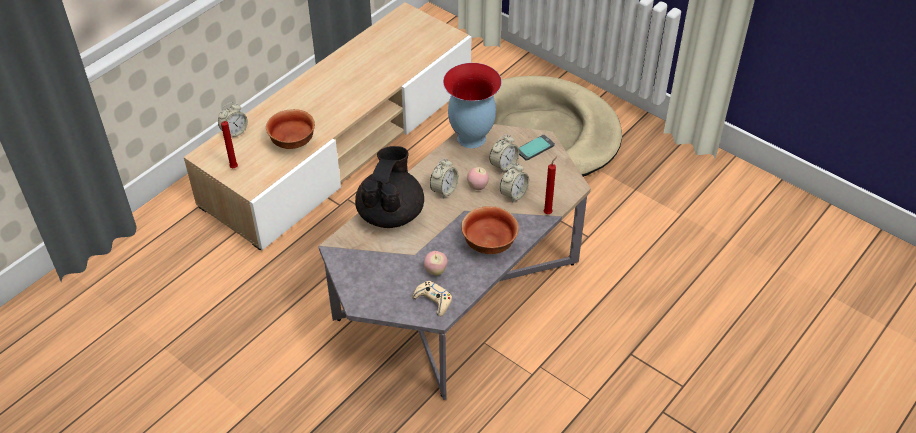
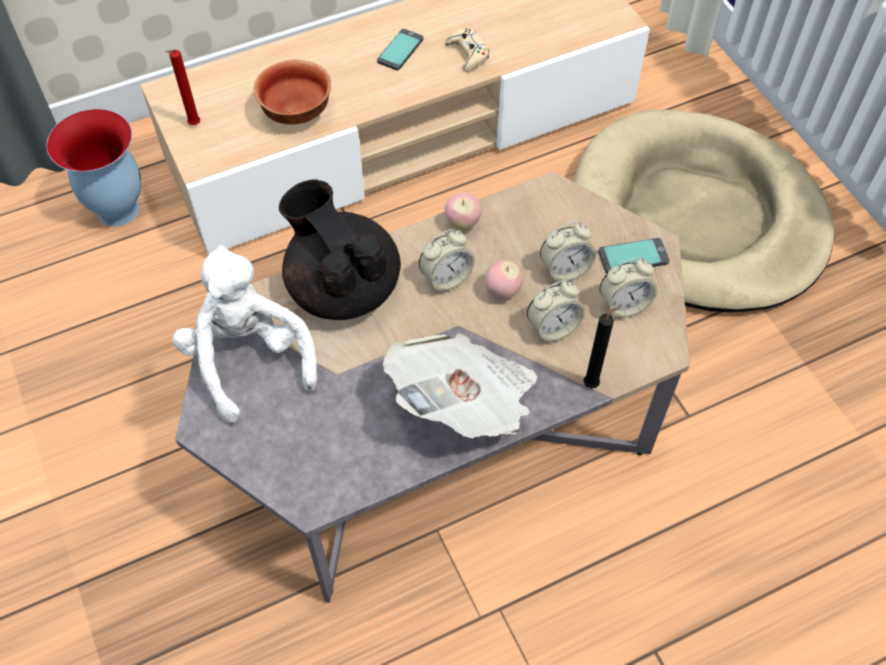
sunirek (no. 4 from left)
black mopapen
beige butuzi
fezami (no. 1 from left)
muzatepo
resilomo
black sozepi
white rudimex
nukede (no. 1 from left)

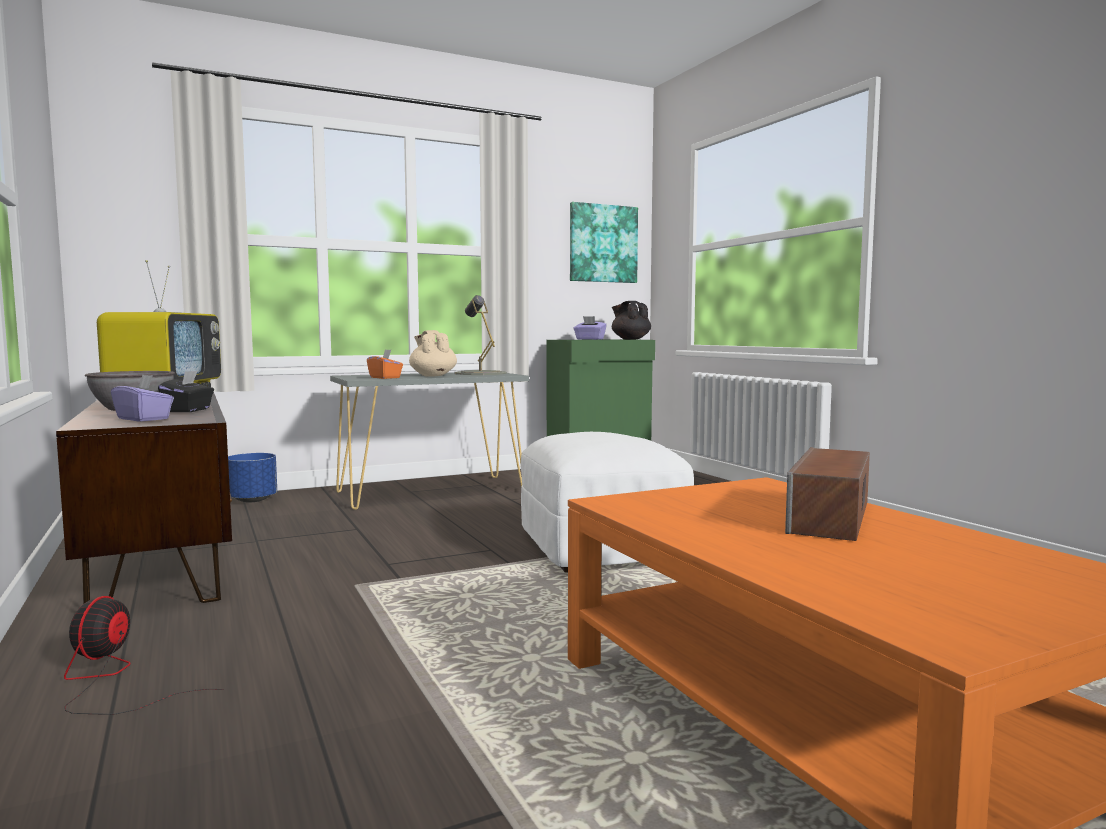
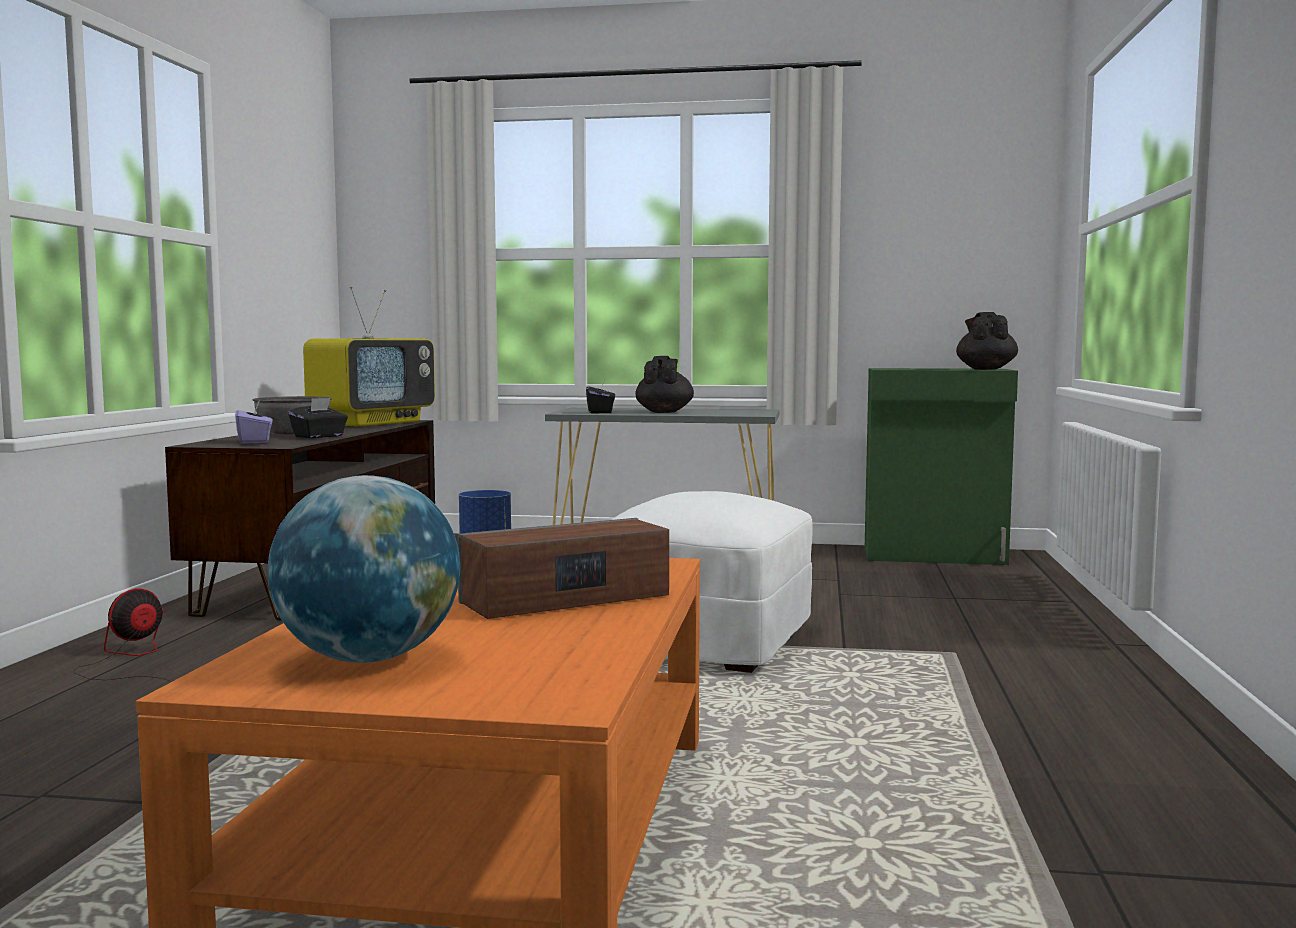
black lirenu (no. 2 from left)
black mopapen (no. 1 from left)
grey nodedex
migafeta
purple lirenu (no. 2 from left in the first image)
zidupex

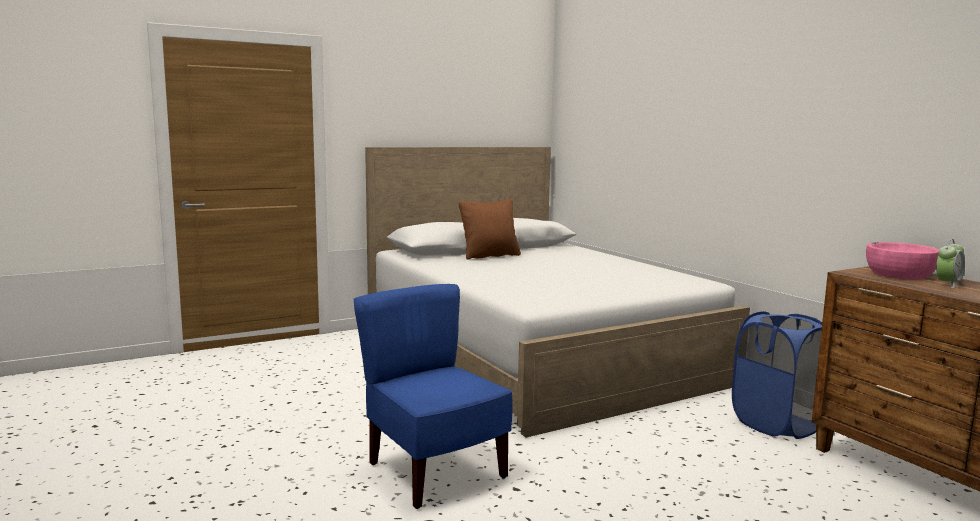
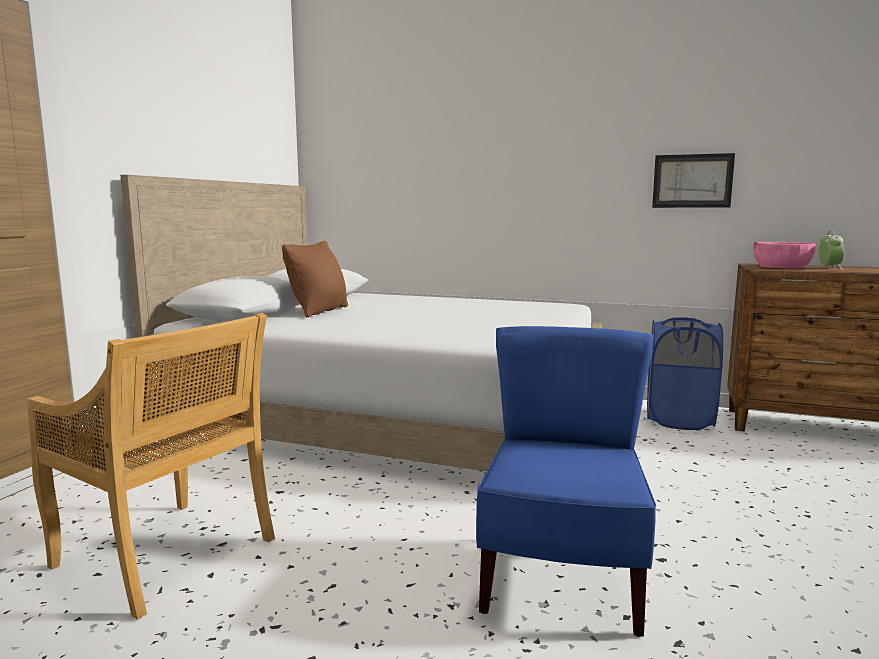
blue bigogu
beige bigogu
migafeta

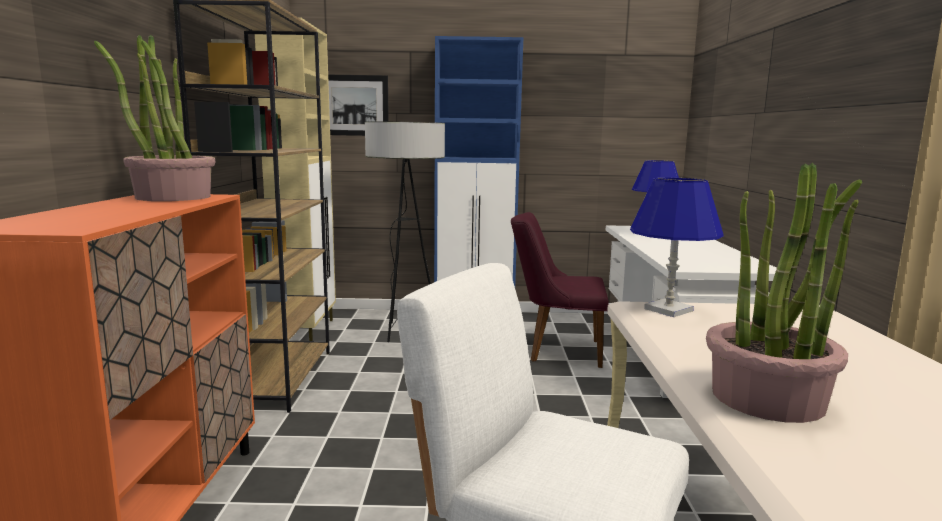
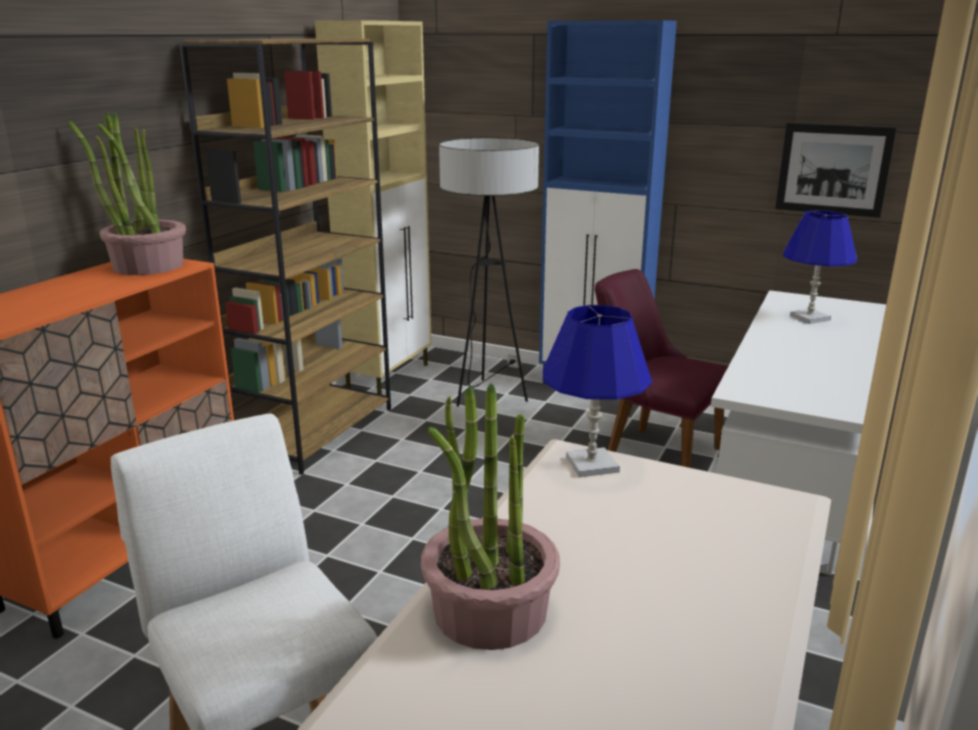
migafeta

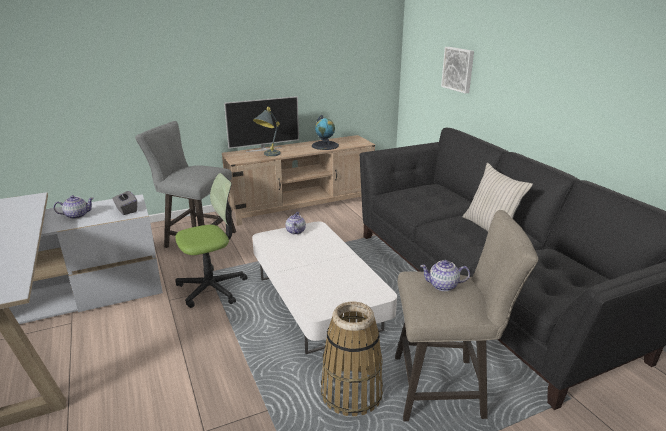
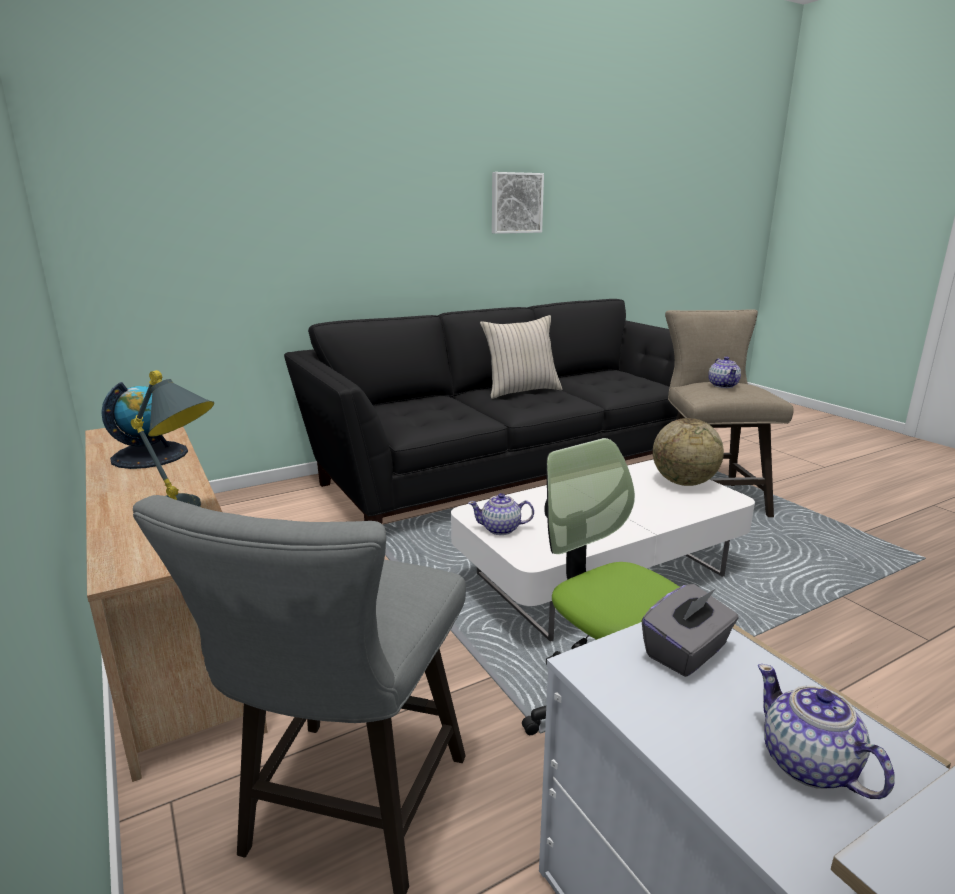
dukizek
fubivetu
migafeta
zidupex (no. 2 from left)

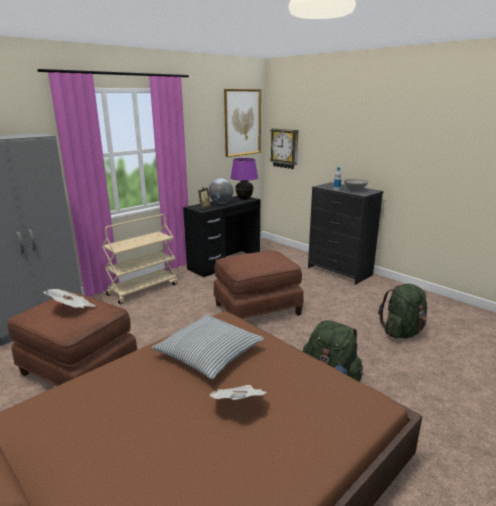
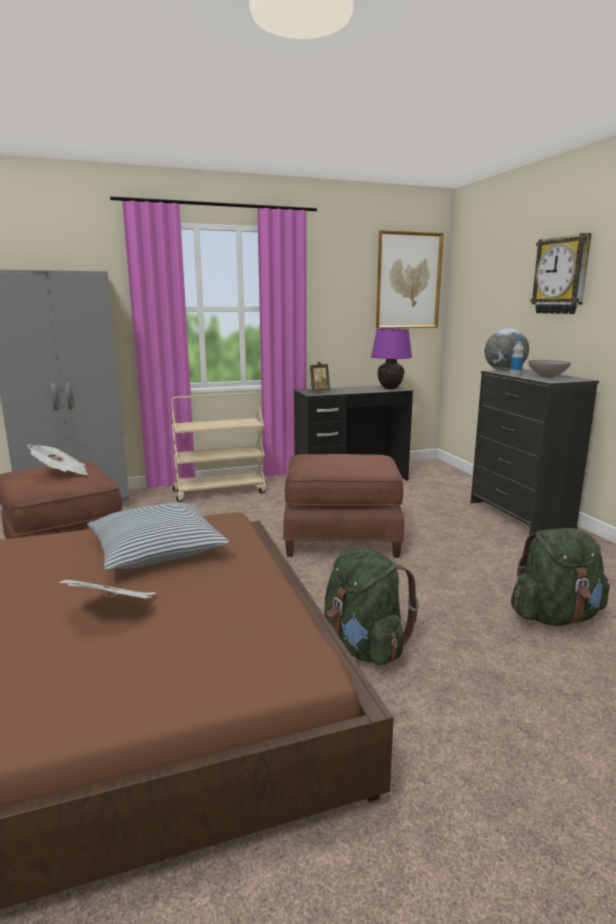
zidupex
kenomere

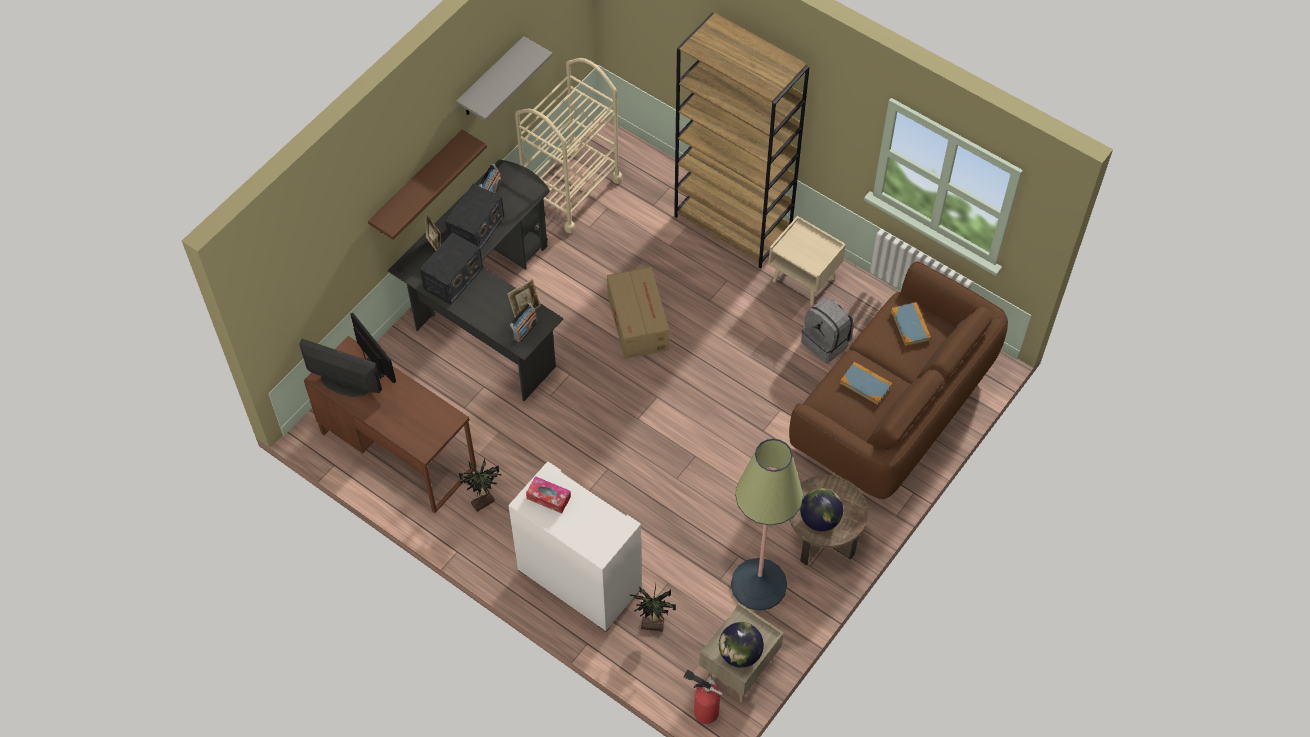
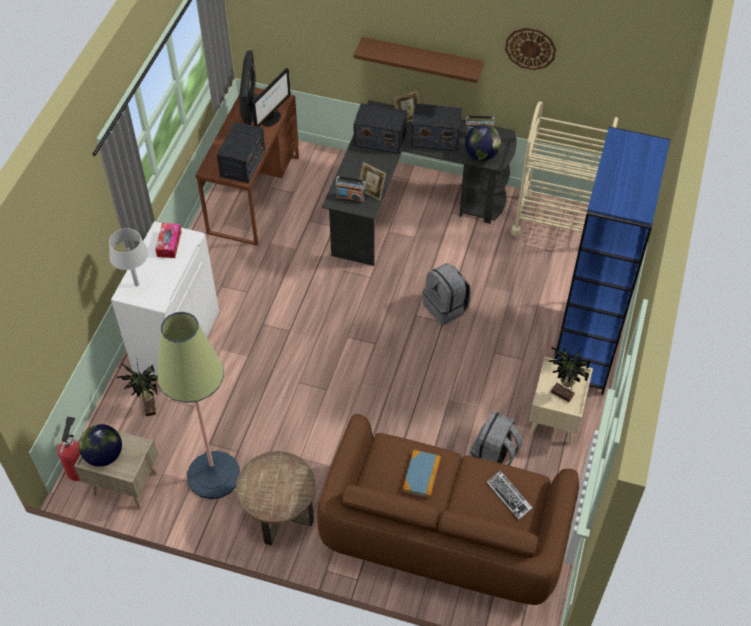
kenomere
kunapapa (no. 2 from left)
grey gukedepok (no. 1 from left)
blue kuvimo
zidupex (no. 2 from left)
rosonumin
grey nodedex
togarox (no. 1 from left)

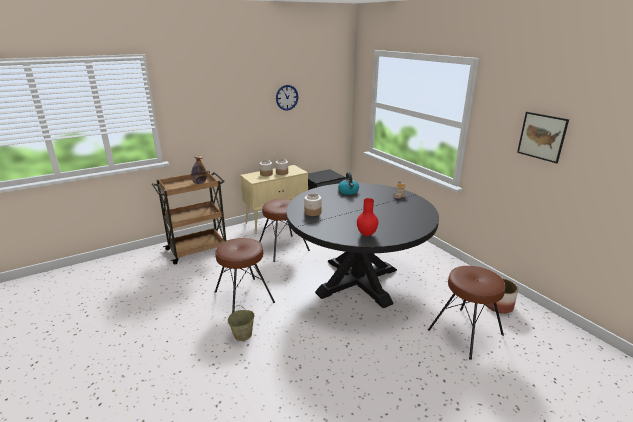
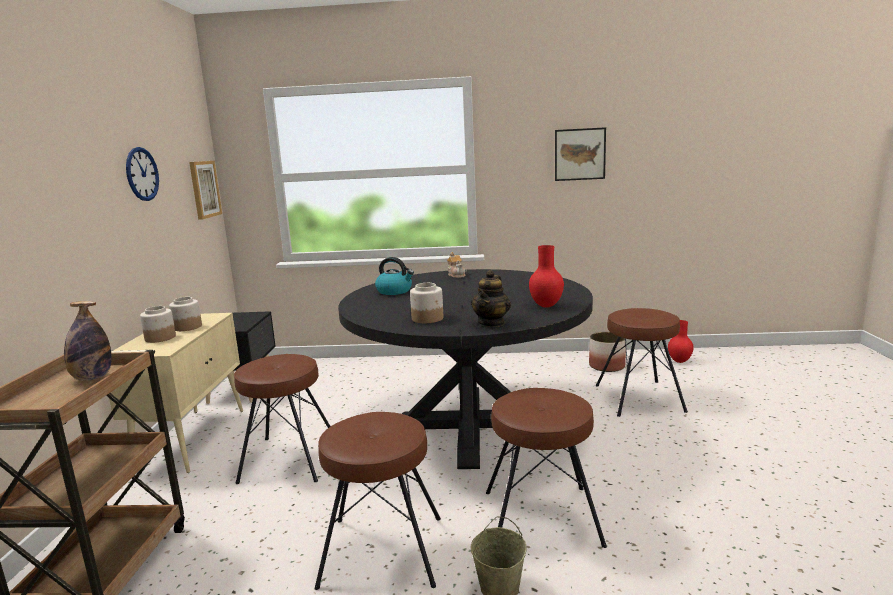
migafeta (no. 1 from left)
mopapen (no. 2 from left)
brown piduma (no. 3 from left)
red muzatepo (no. 2 from left)

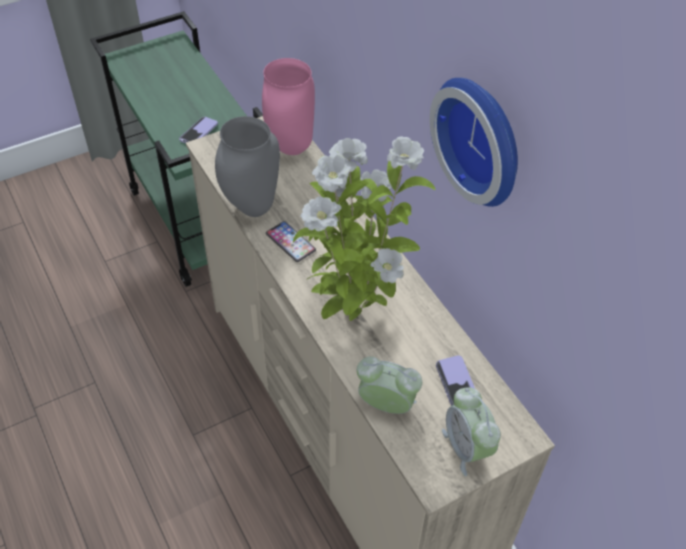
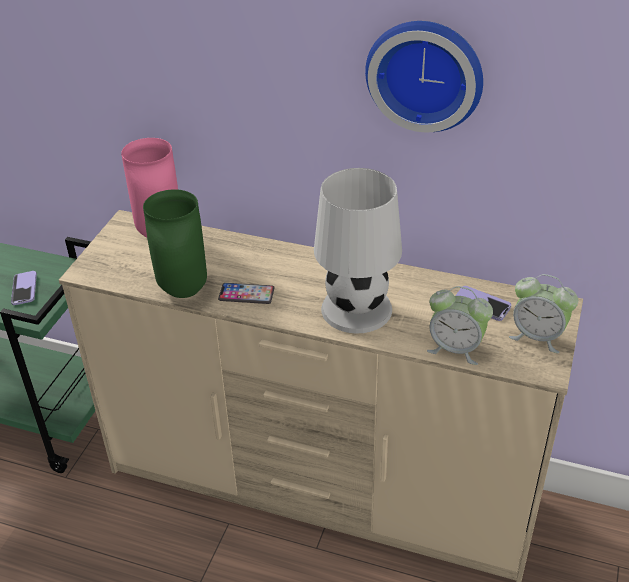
green muzatepo
white nodedex
sunirek (no. 1 from left)

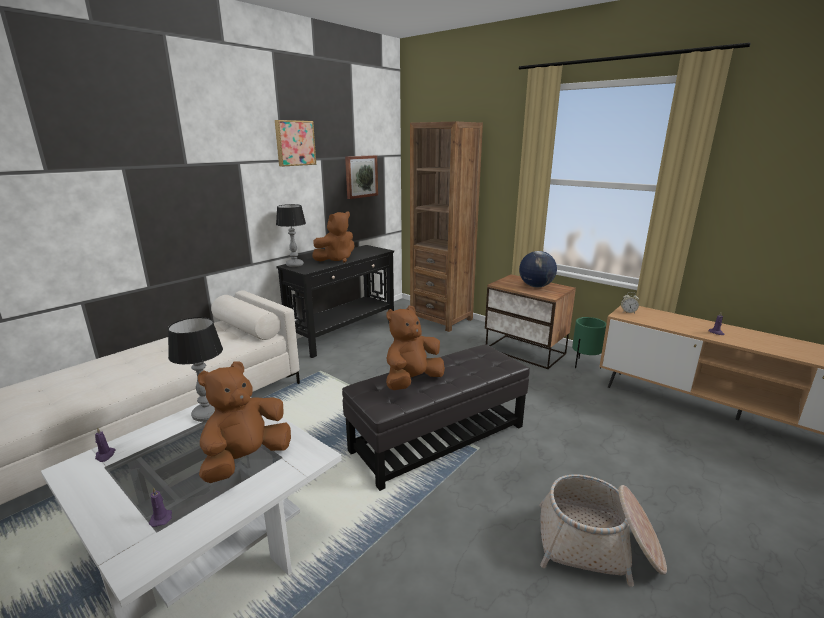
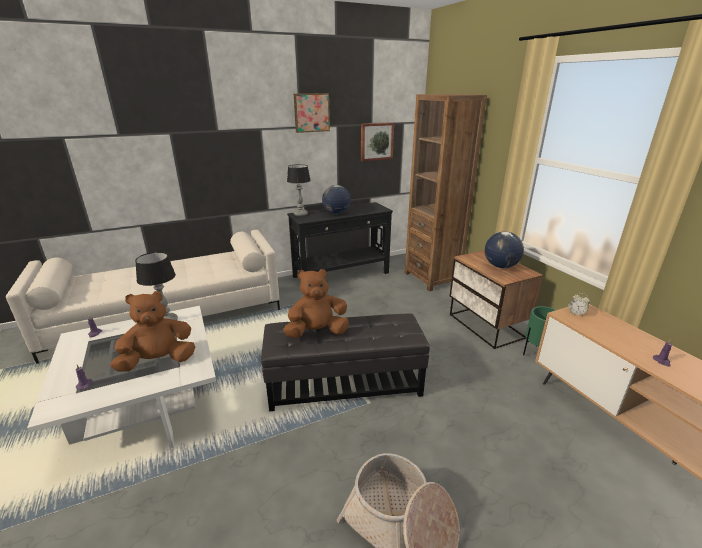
zidupex (no. 1 from left)

